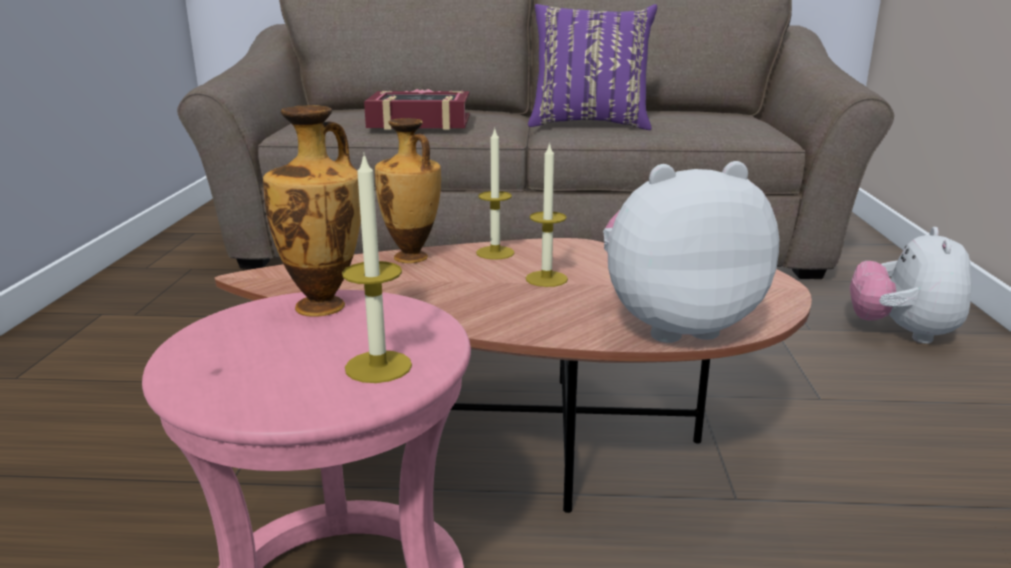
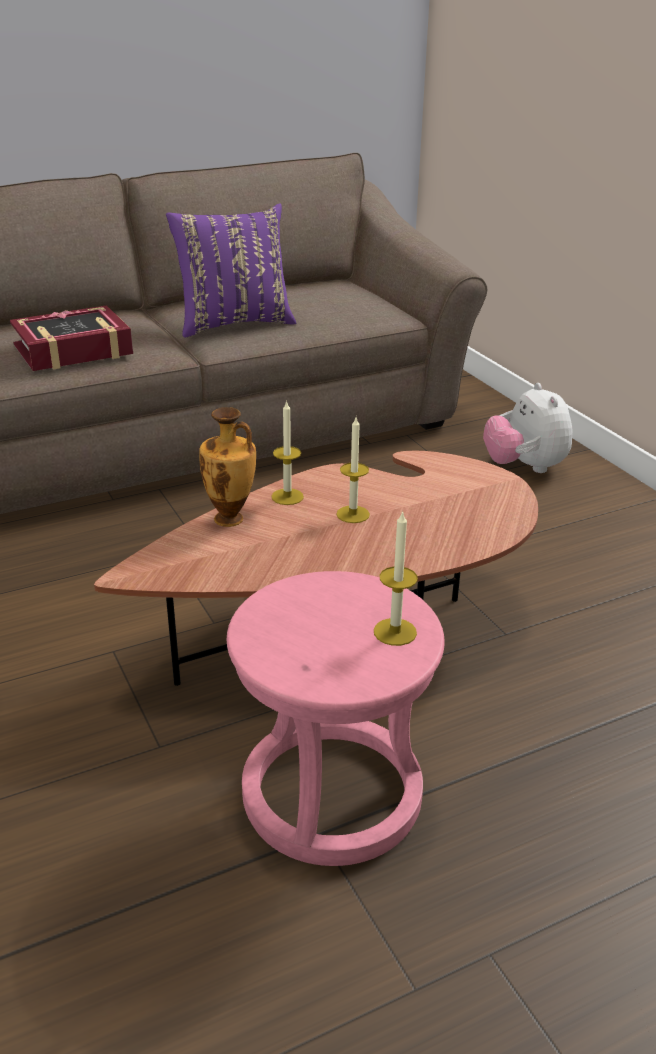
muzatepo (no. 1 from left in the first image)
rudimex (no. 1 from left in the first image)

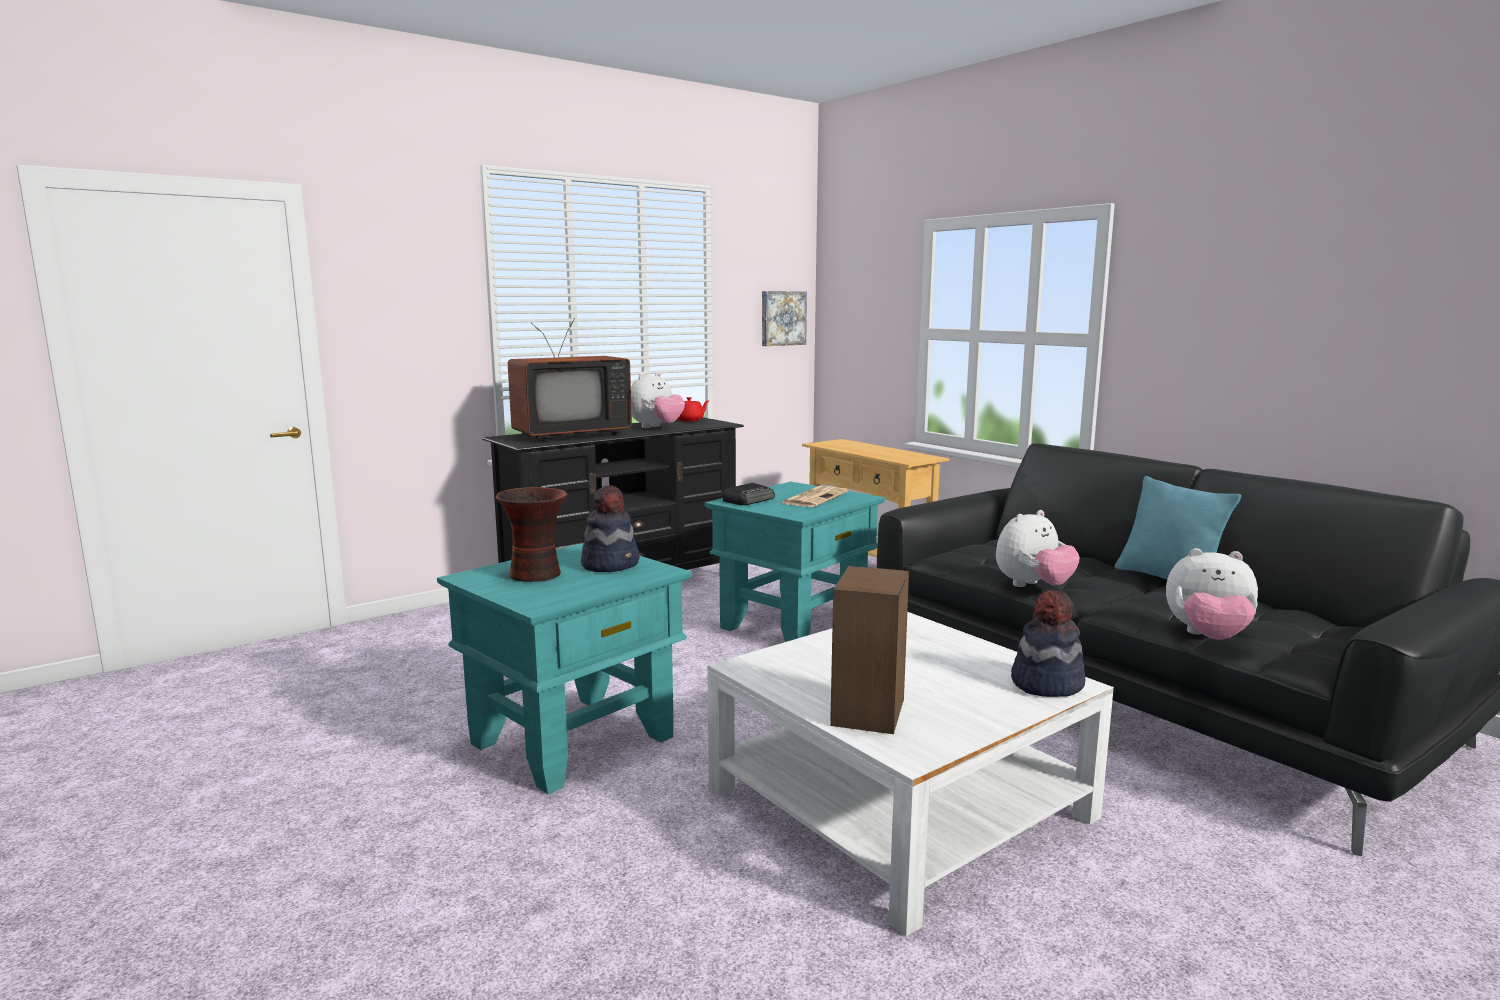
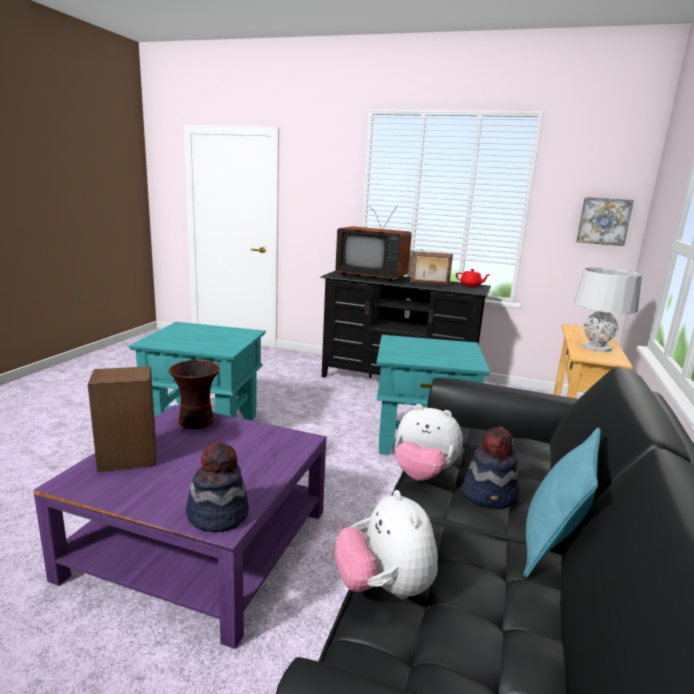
muzatepo
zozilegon (no. 2 from left)
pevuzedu
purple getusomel
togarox
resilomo
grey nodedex

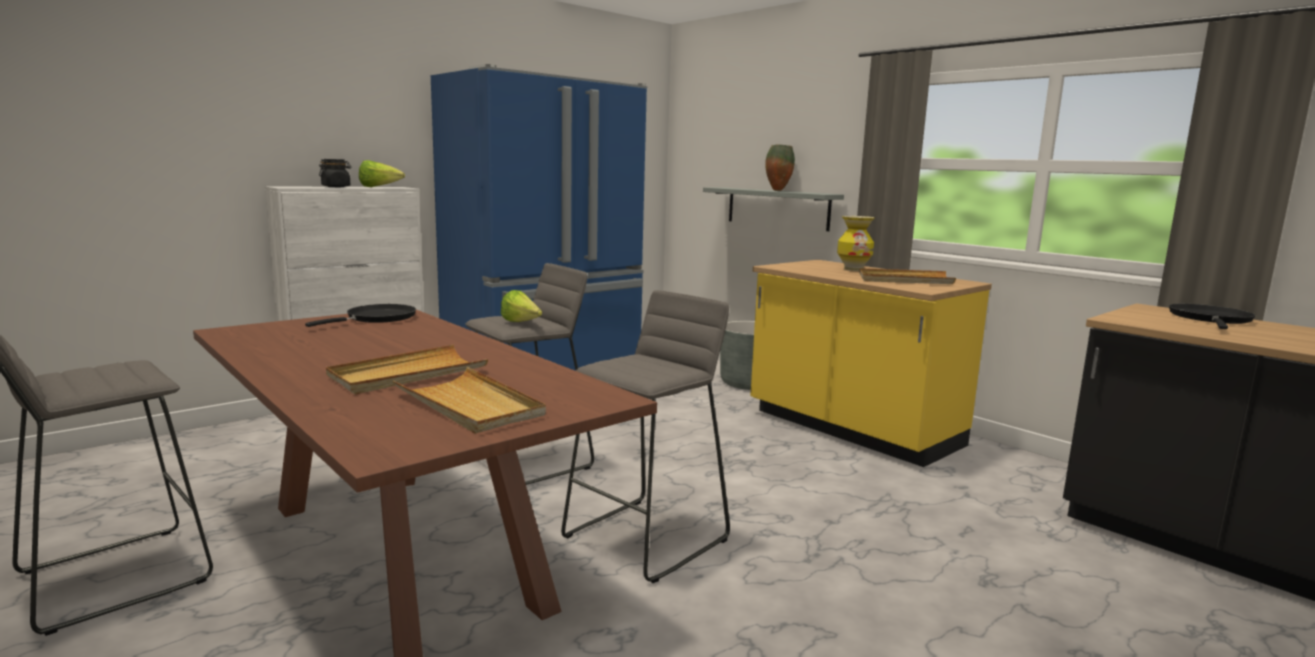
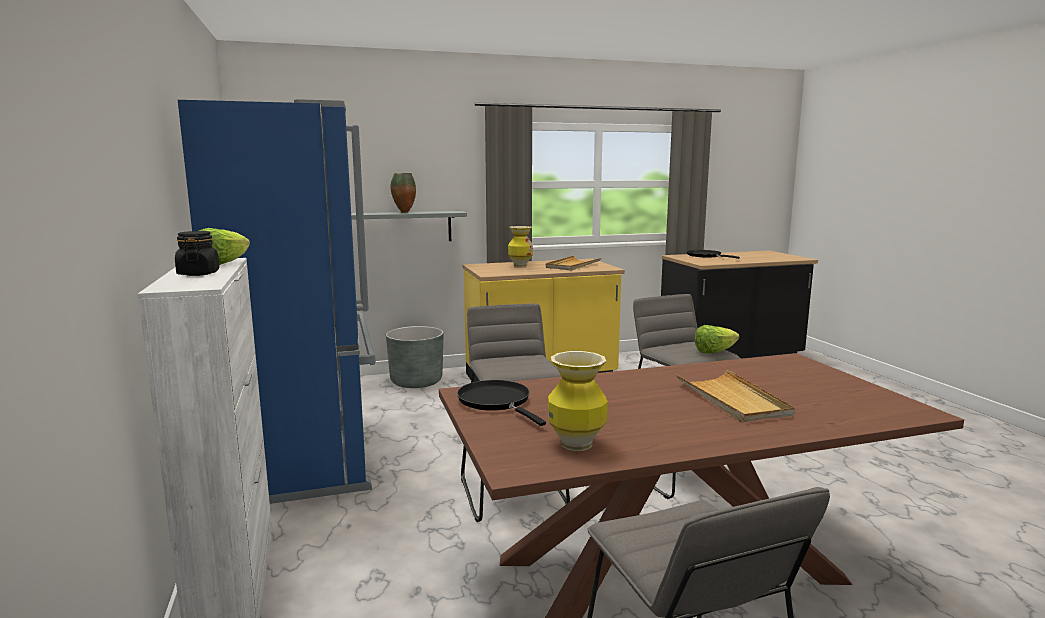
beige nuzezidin (no. 2 from left in the first image)
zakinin (no. 2 from left)
muzatepo (no. 3 from left)

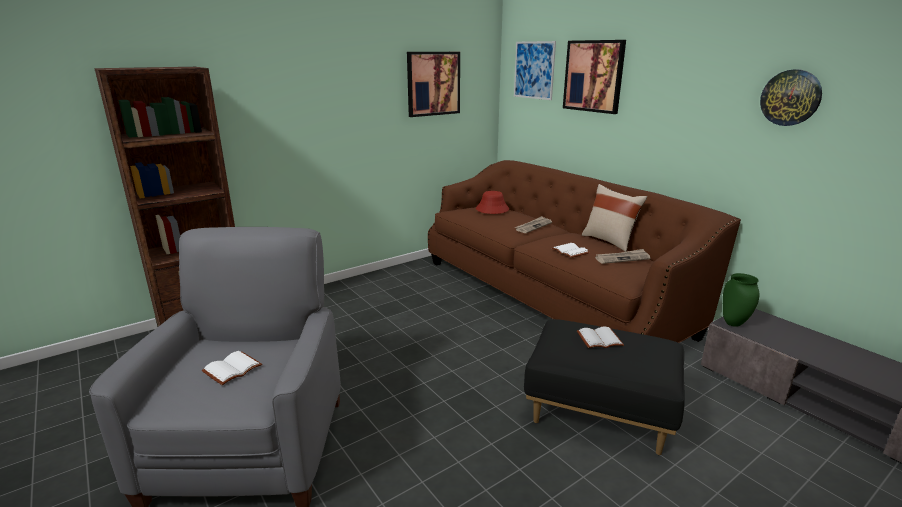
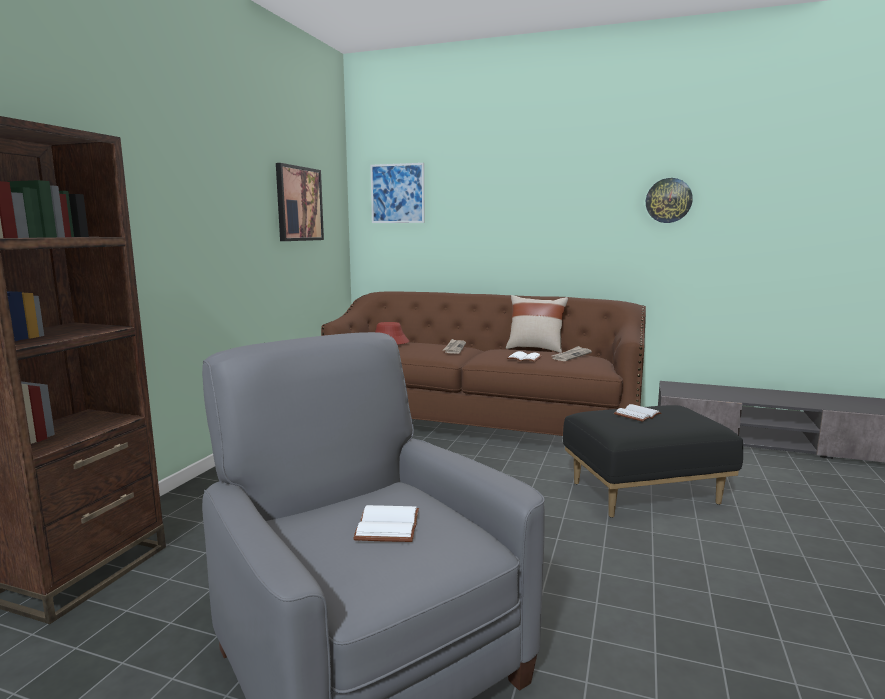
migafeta (no. 3 from left in the first image)
green muzatepo

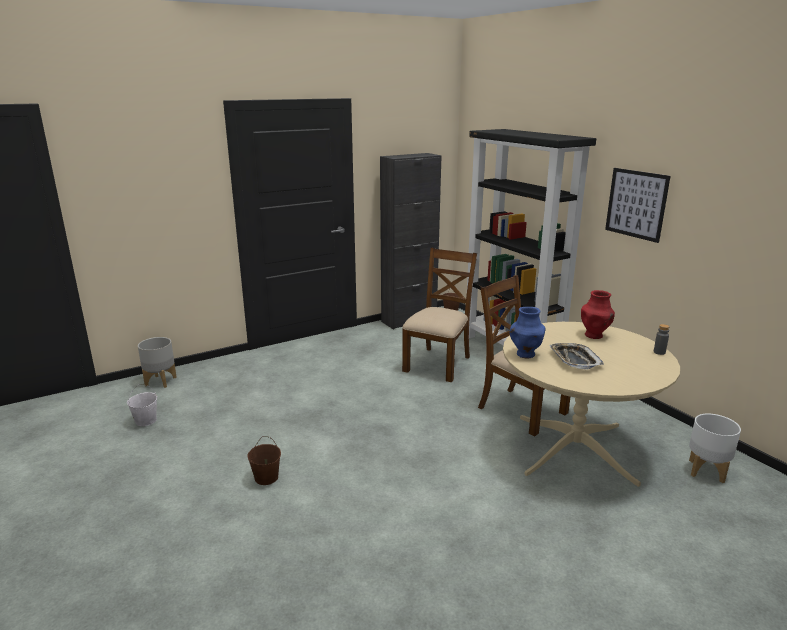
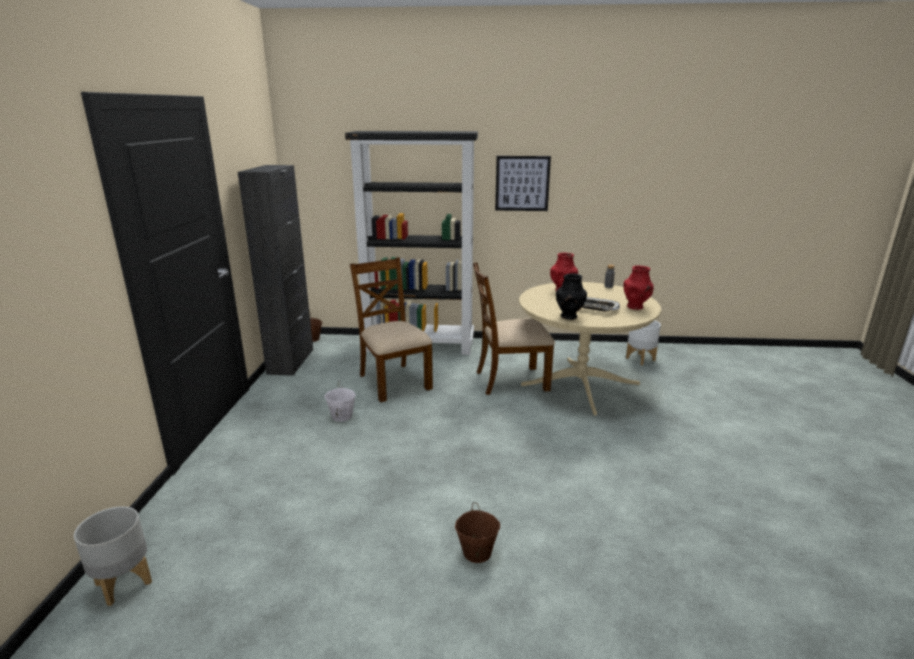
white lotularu
black muzatepo
red muzatepo (no. 2 from left)

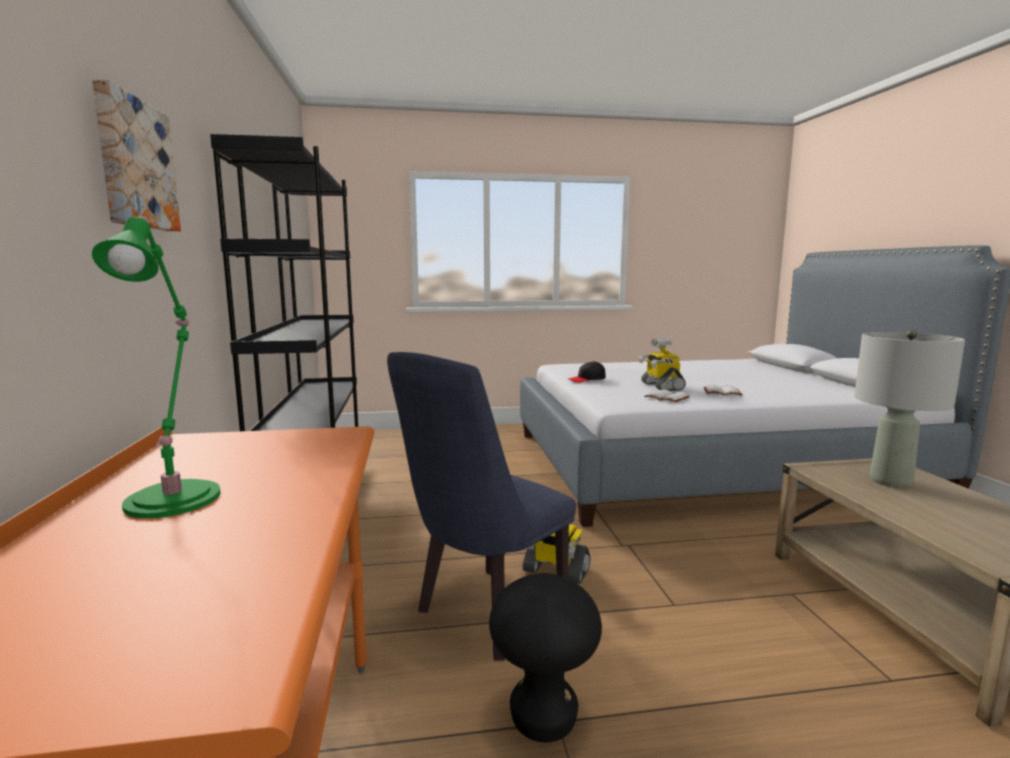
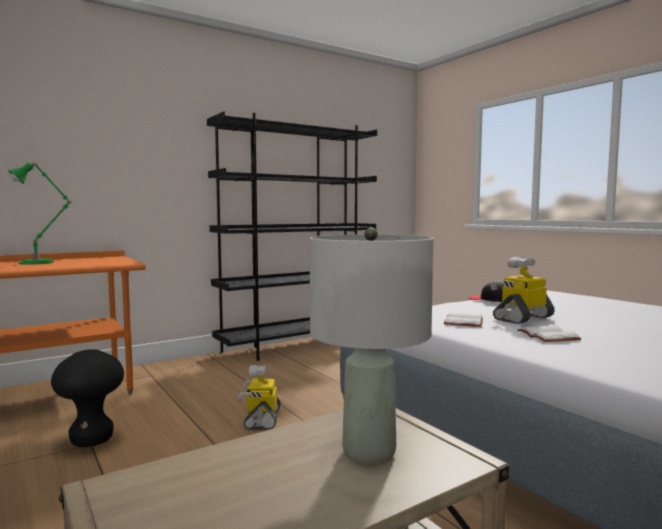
migafeta
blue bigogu

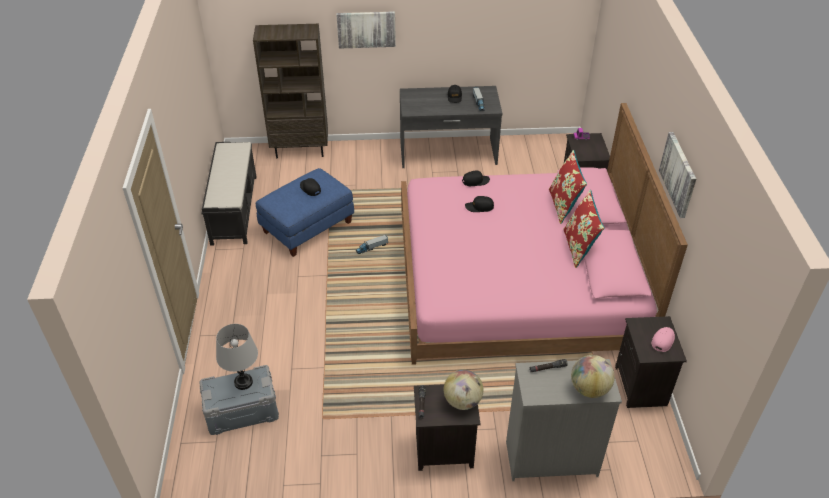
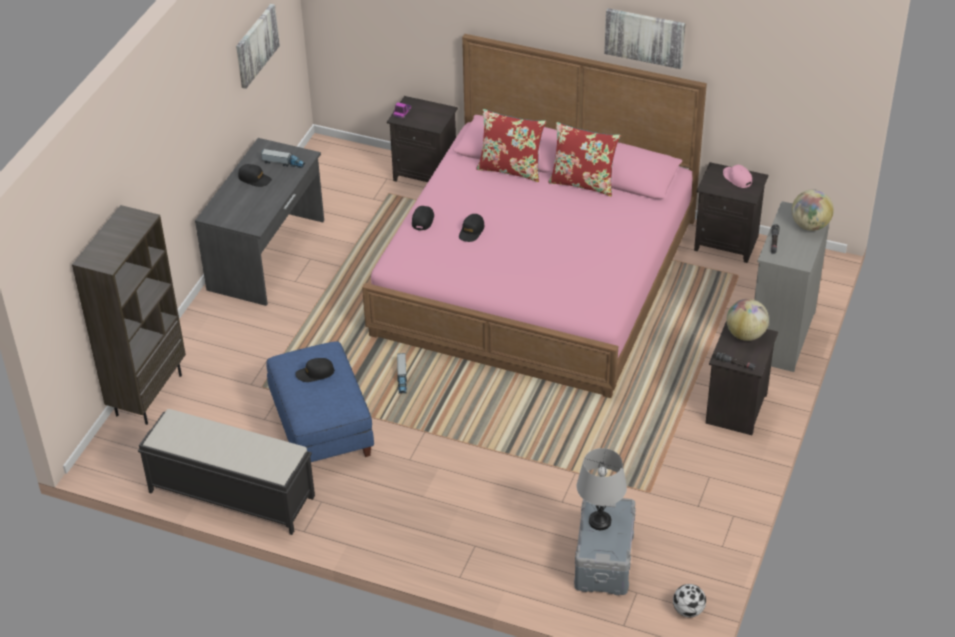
migafeta (no. 1 from left)
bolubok

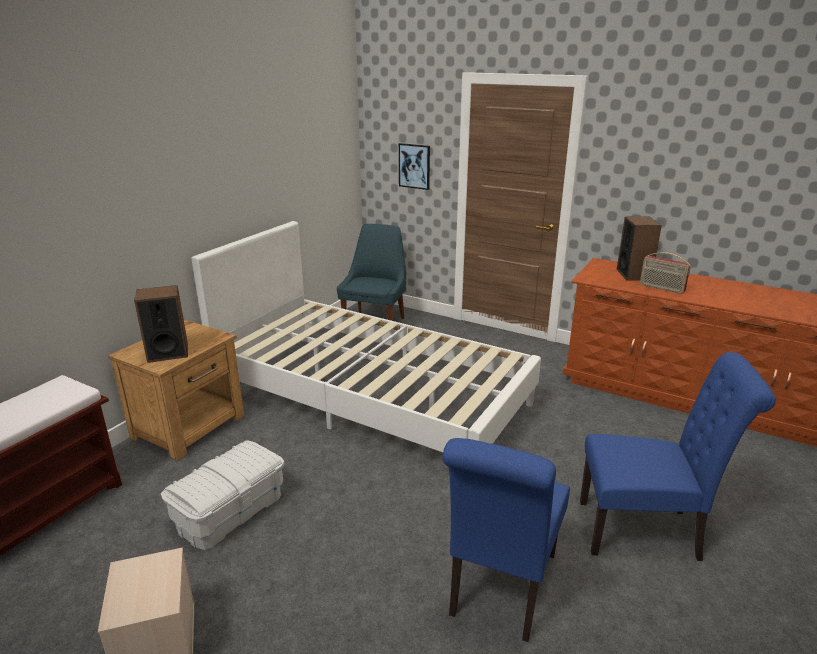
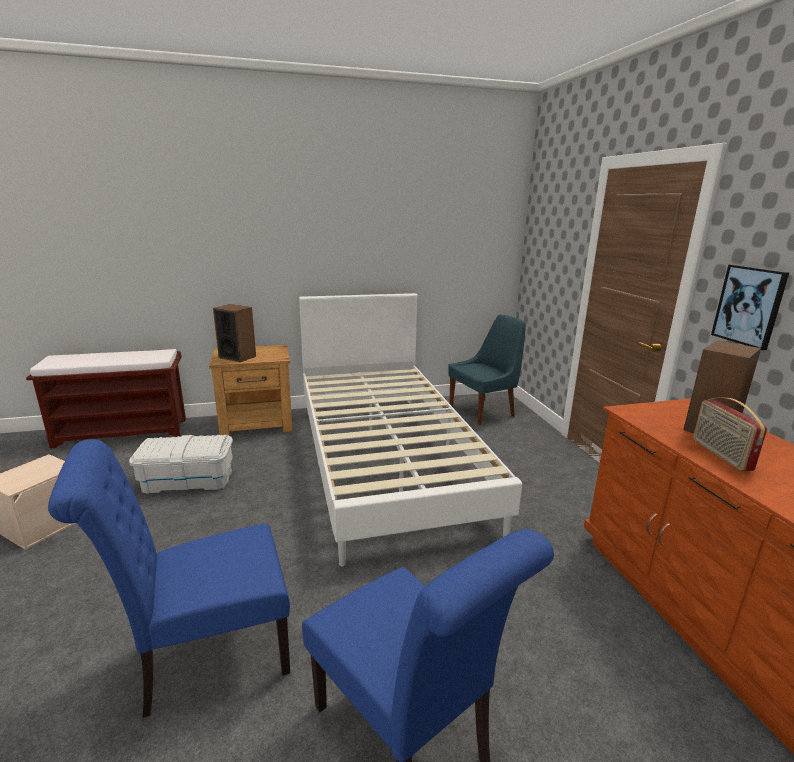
migafeta

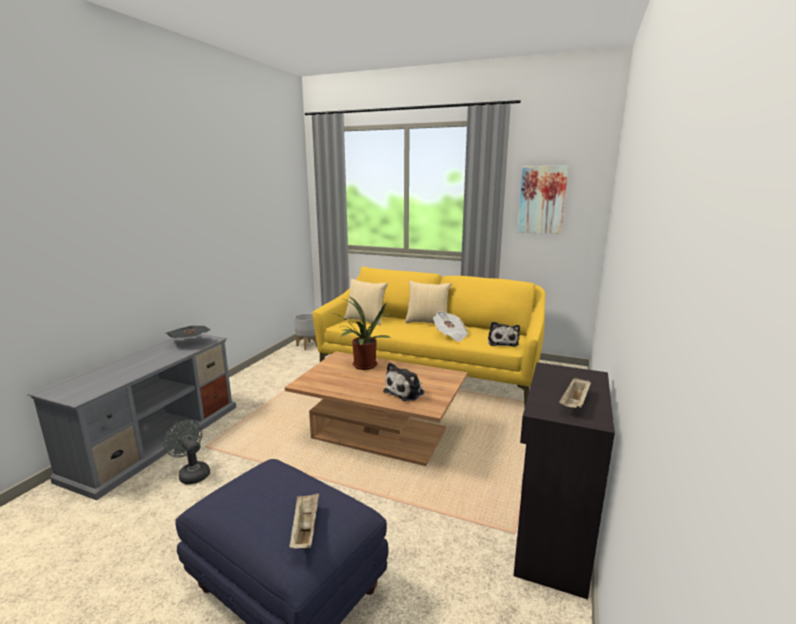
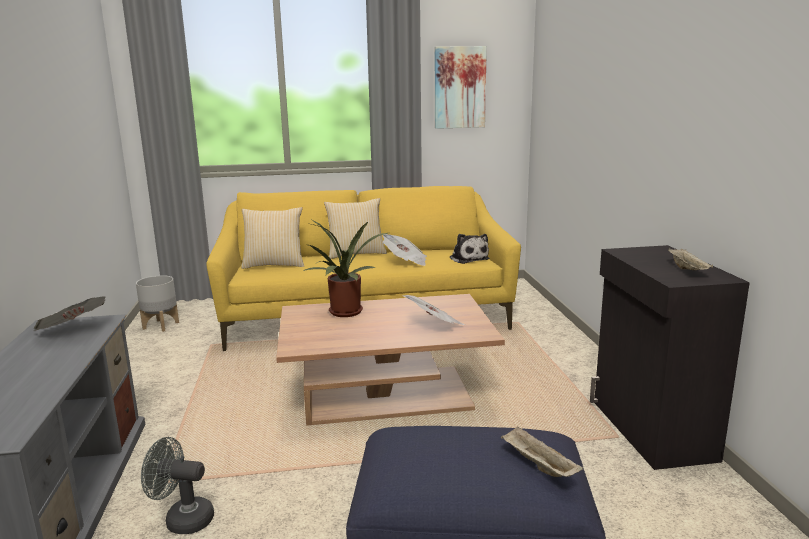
resilomo (no. 3 from left)

